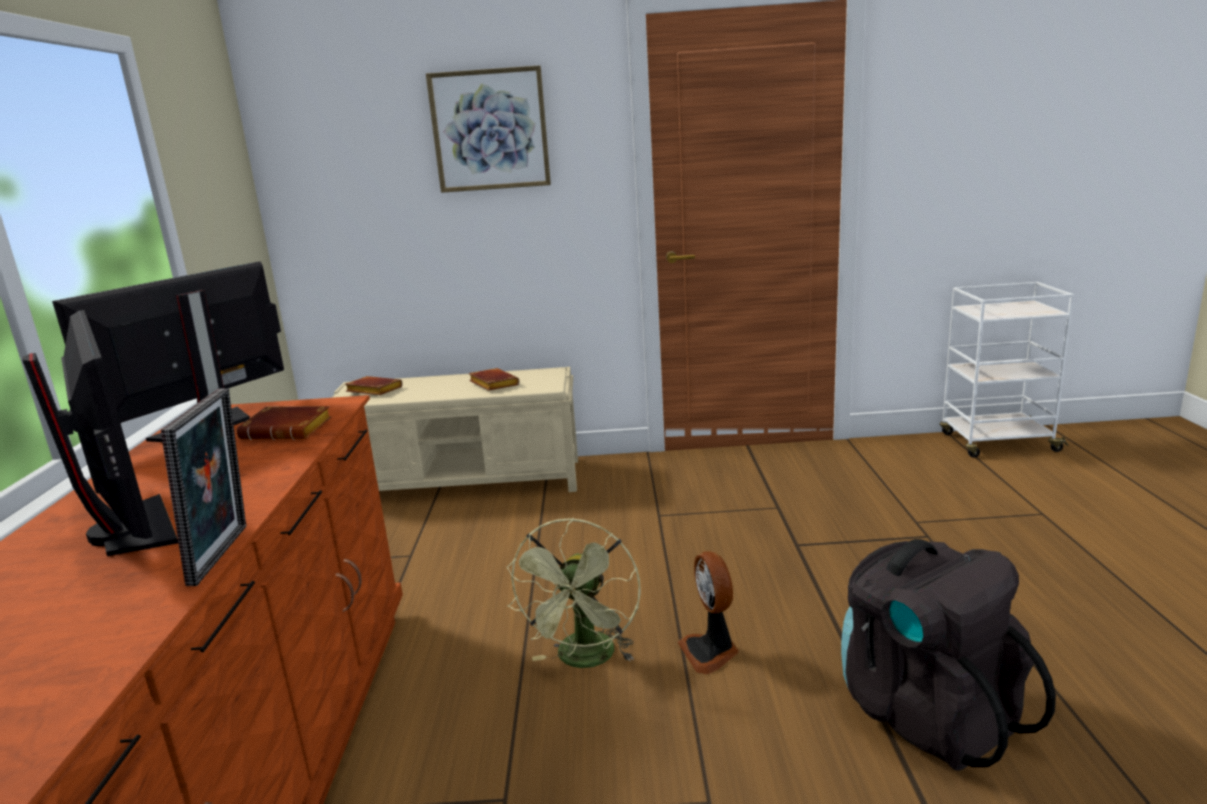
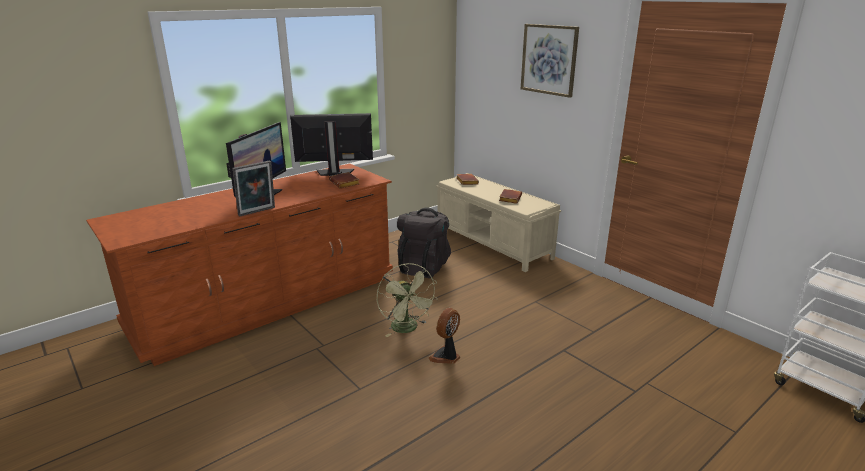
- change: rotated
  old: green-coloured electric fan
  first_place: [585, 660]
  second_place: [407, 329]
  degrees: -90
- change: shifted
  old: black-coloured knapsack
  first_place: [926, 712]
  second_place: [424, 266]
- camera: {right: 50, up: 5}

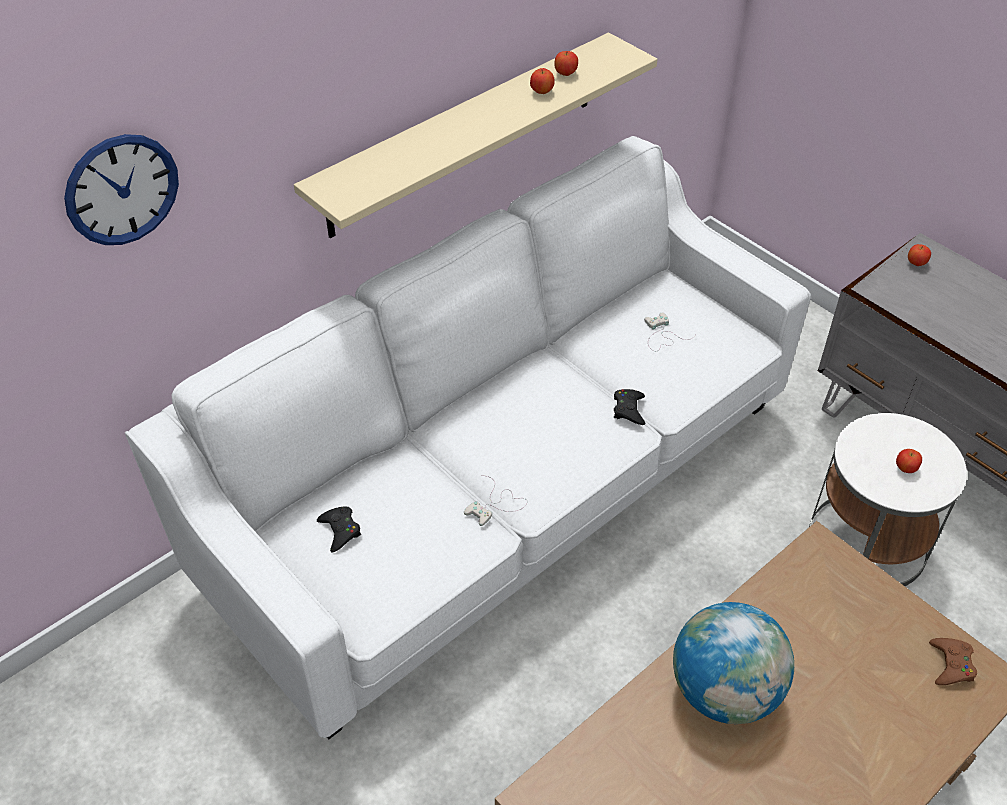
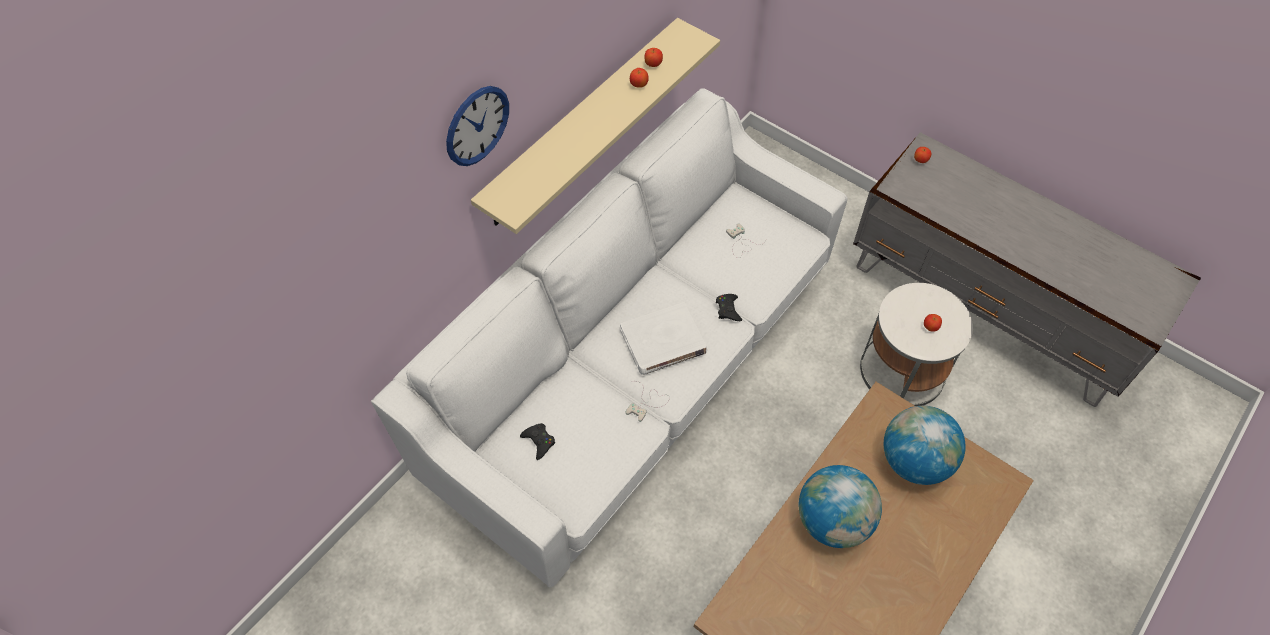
- change: shifted
  old: hanging clock
  first_place: [122, 190]
  second_place: [477, 125]
- change: gone
  old: brown-coloured game controller
  first_place: [951, 665]
- change: new
  new: white bound book
  second_place: [663, 342]
- change: new
  new: globe
  second_place: [914, 461]
- camera: {right: -10, up: 10}

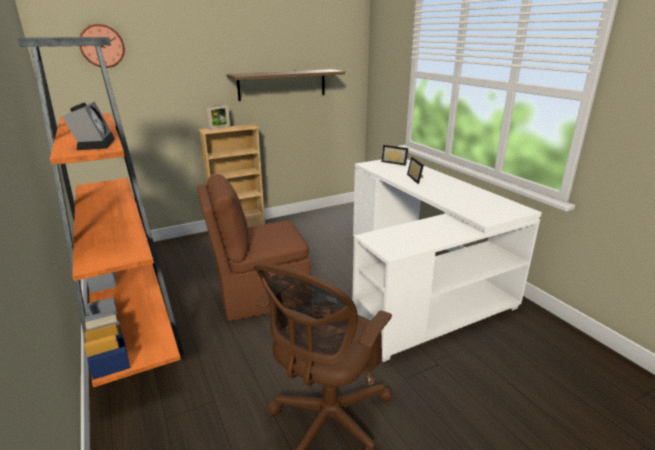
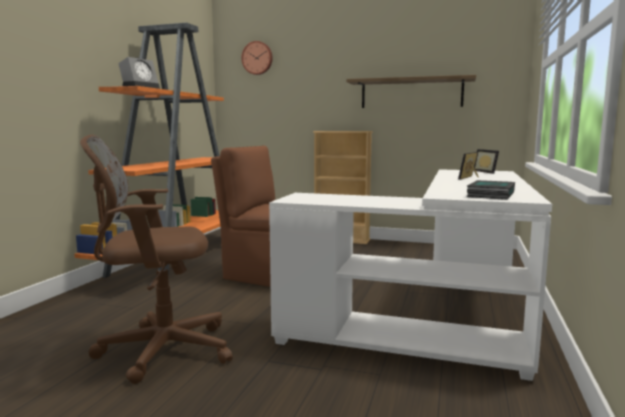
- change: gone
  old: picture frame
  first_place: [219, 128]
- change: new
  new: bound book
  second_place: [489, 194]
- camera: {right: 45, up: -15}

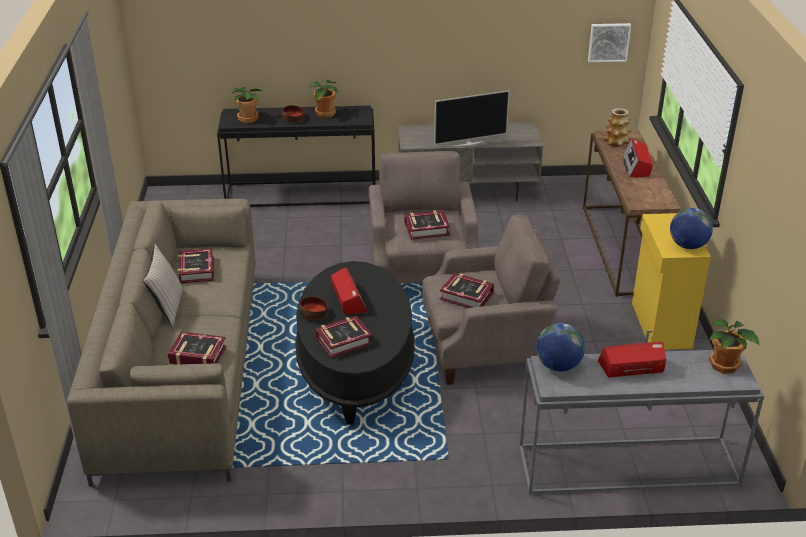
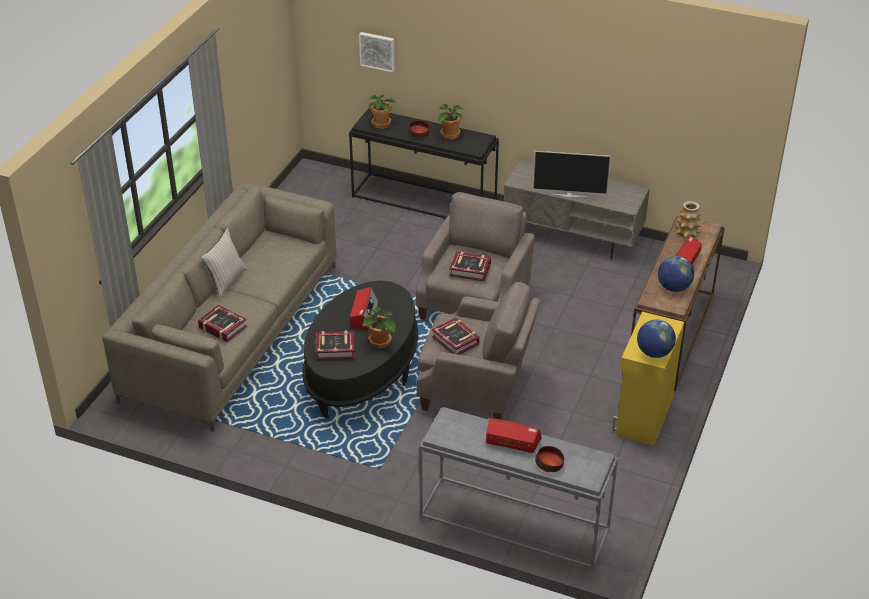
- change: gone
  old: bound book
  first_place: [196, 270]
- change: shifted
  old: bowl
  first_place: [314, 313]
  second_place: [549, 464]
- change: shifted
  old: globe
  first_place: [558, 365]
  second_place: [673, 287]
- change: shifted
  old: wall picture
  first_place: [608, 42]
  second_place: [377, 51]
- change: shifted
  old: plant in a pot
  first_place: [725, 365]
  second_place: [380, 342]
- camera: {right: 25, up: 5}

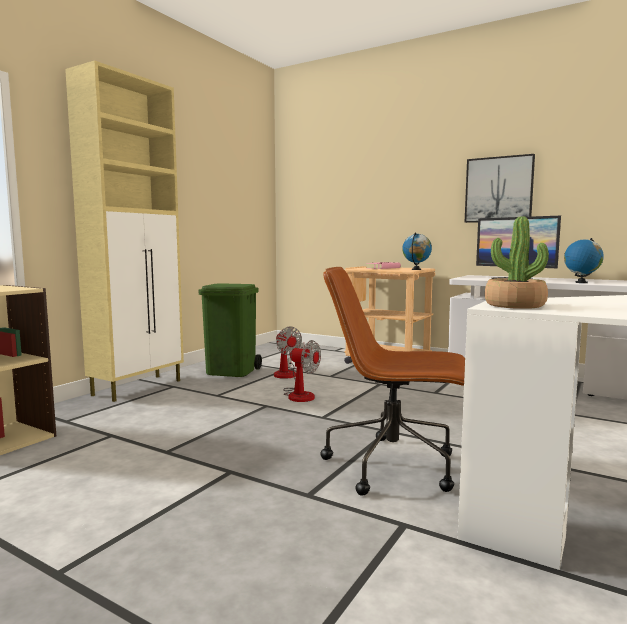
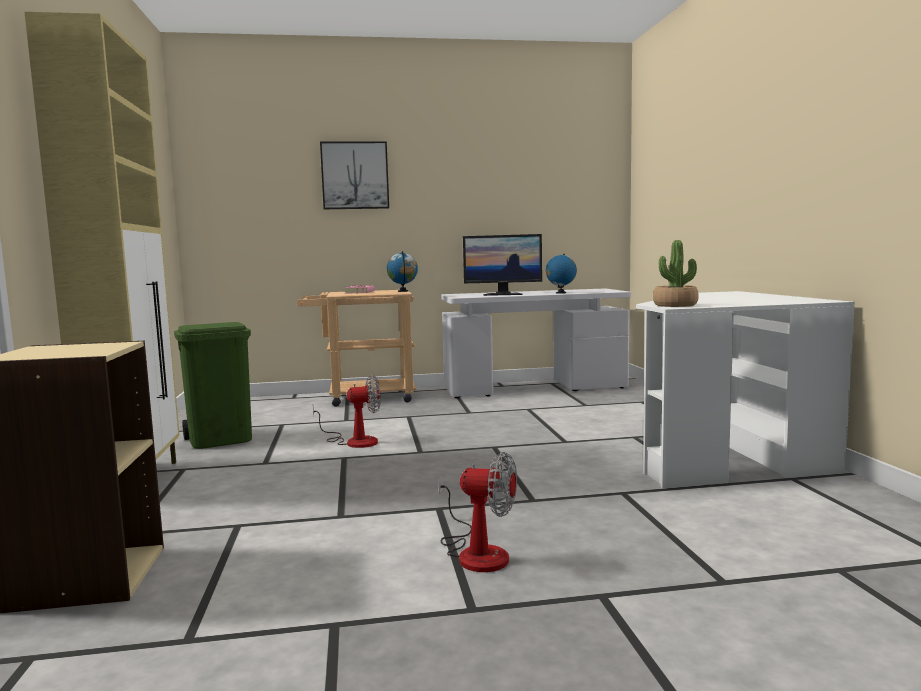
- change: shifted
  old: electric fan
  first_place: [288, 373]
  second_place: [476, 552]
- change: gone
  old: brown-coloured office chair
  first_place: [394, 466]
- change: shifted
  old: wall picture
  first_place: [498, 189]
  second_place: [355, 175]
- camera: {right: -40, up: 0}

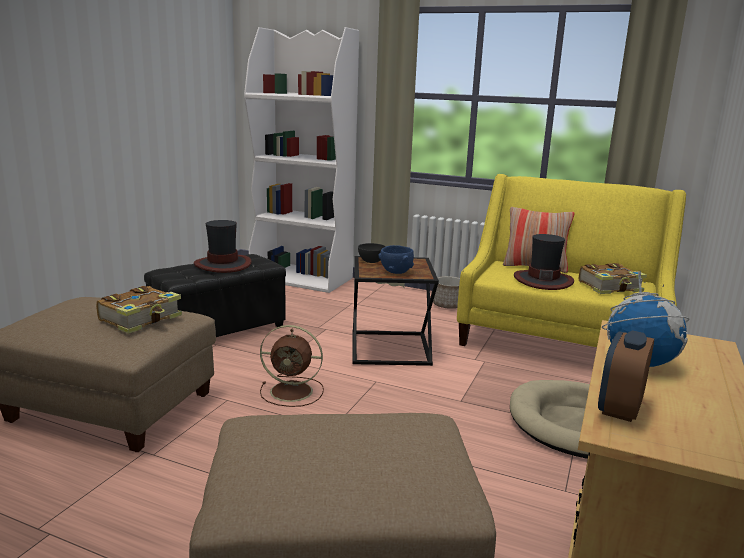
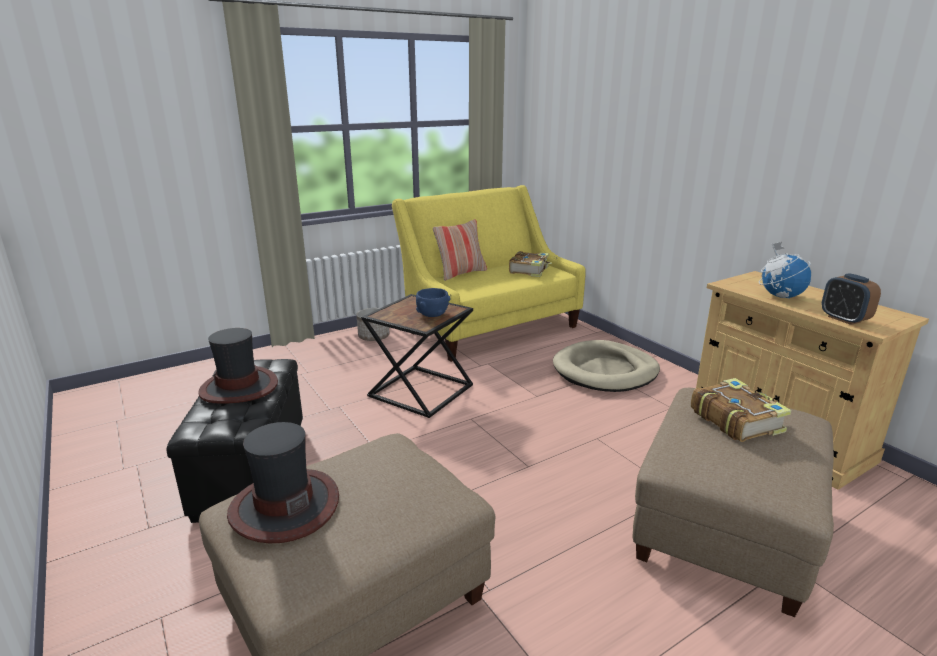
- change: shifted
  old: bound book
  first_place: [141, 319]
  second_place: [735, 420]
- change: gone
  old: white bookcase
  first_place: [302, 278]
- change: gone
  old: brown-coloured electric fan
  first_place: [293, 391]
- change: gone
  old: gray bowl
  first_place: [371, 261]
- change: shifted
  old: clothing hat
  first_place: [543, 280]
  second_place: [284, 506]
- camera: {right: -55, up: 5}

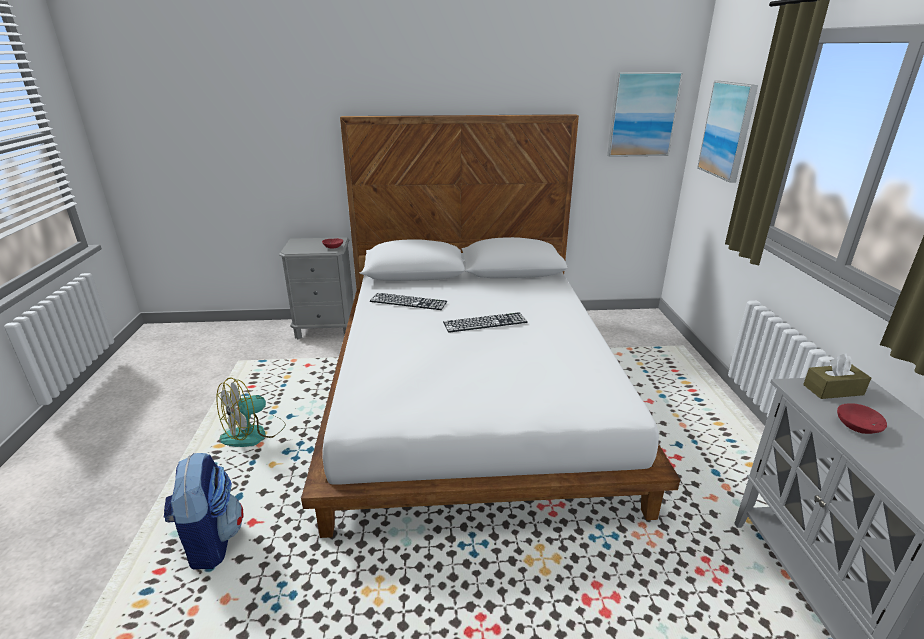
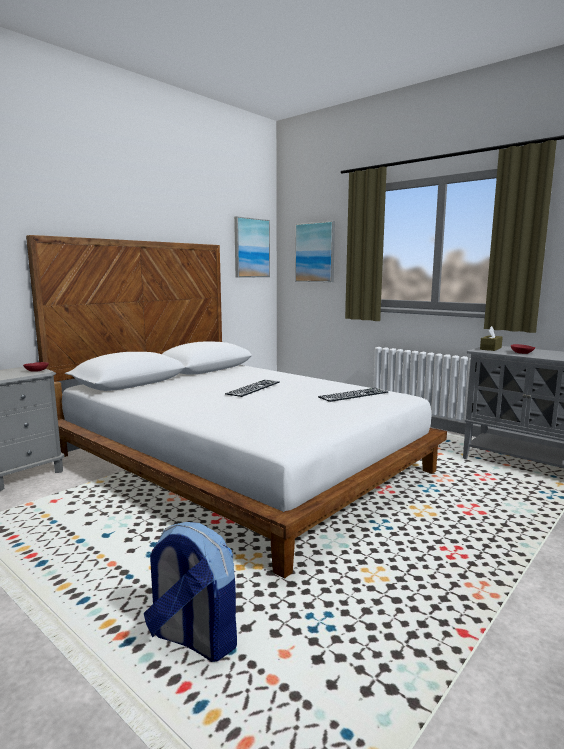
- change: gone
  old: electric fan
  first_place: [254, 433]
- change: shifted
  old: keyboard
  first_place: [408, 301]
  second_place: [353, 394]
- camera: {right: -45, up: -15}

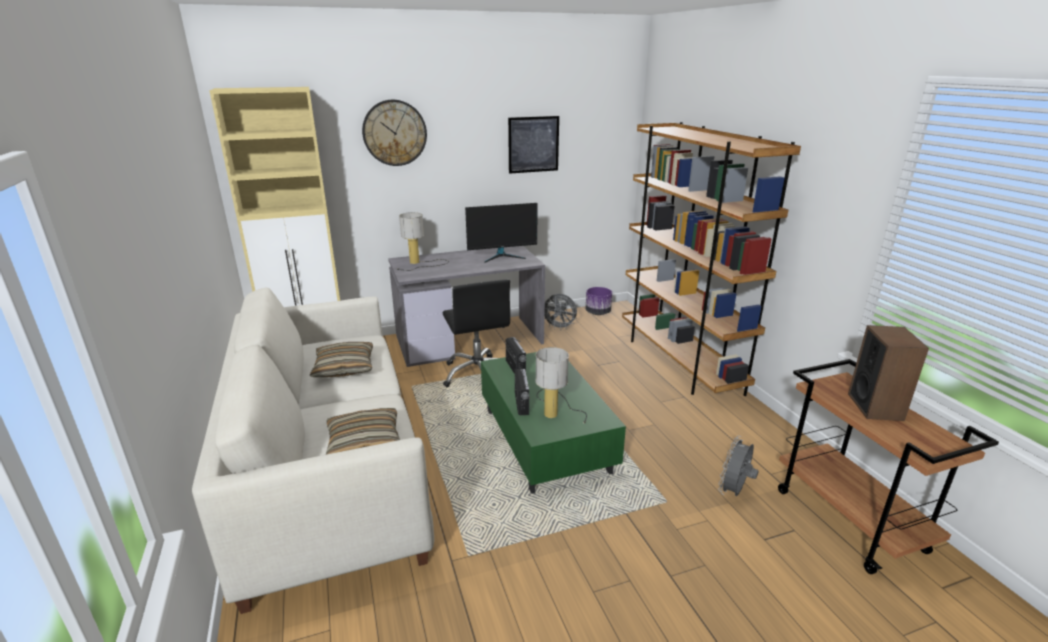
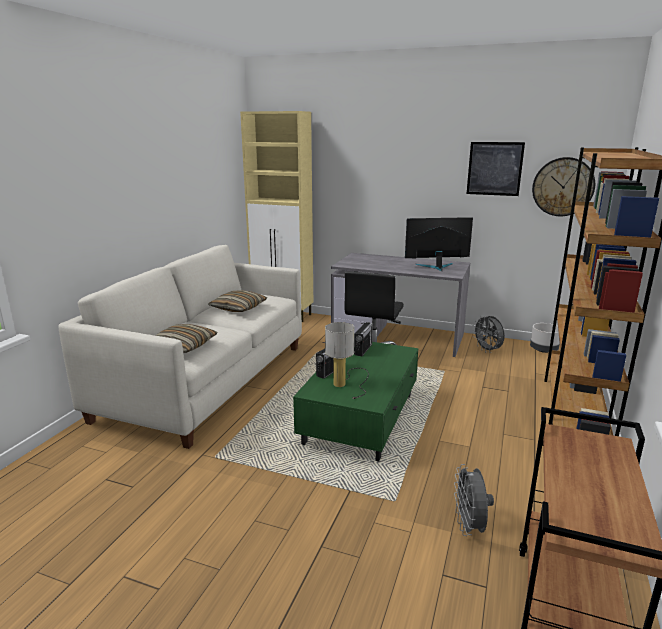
- change: shifted
  old: hanging clock
  first_place: [394, 133]
  second_place: [563, 187]
- change: gone
  old: table lamp
  first_place: [419, 263]
- change: rotated
  old: computer screen
  first_place: [502, 256]
  second_place: [436, 267]
  degrees: 150
- change: repainted
  old: purple-coloured planter
  new: gray planter
  first_place: [598, 313]
  second_place: [544, 350]
- change: rotated
  old: gray electric fan
  first_place: [734, 492]
  second_place: [469, 527]
  degrees: -75
- change: gone
  old: audio speaker
  first_place: [875, 406]
- camera: {right: 40, up: -5}

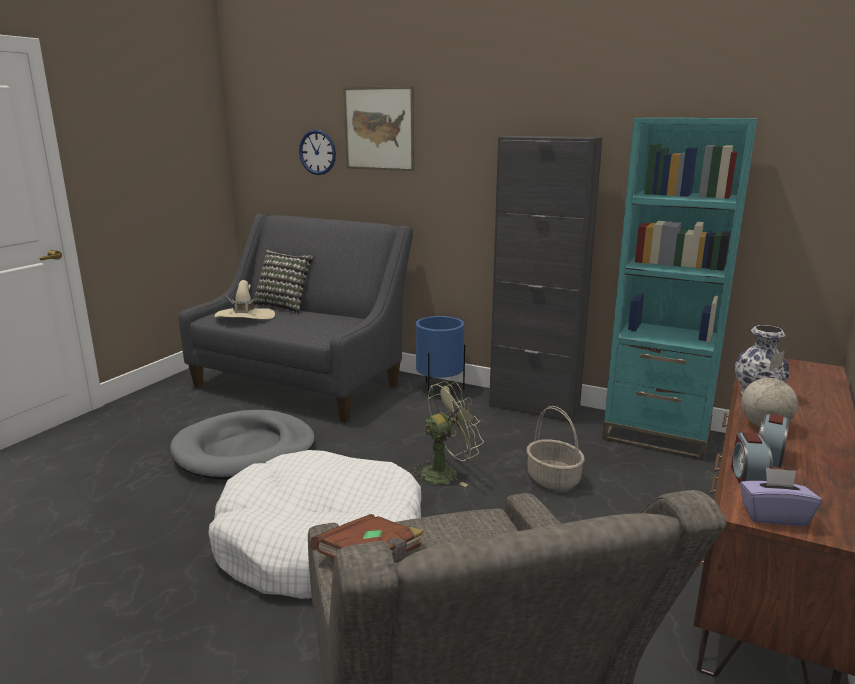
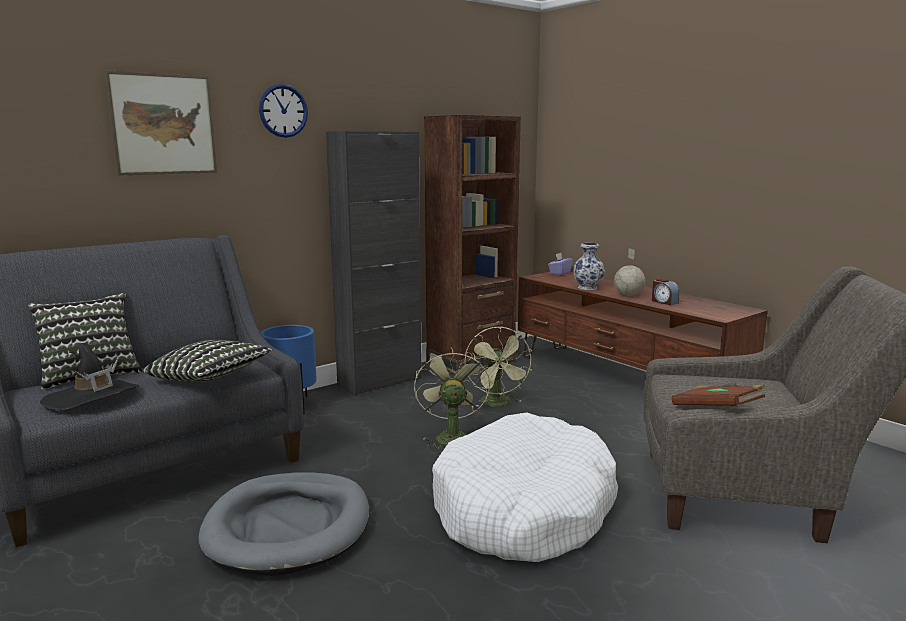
- change: repainted
  old: beige clothing hat
  new: black-coloured clothing hat
  first_place: [245, 317]
  second_place: [92, 398]
- change: shifted
  old: hanging clock
  first_place: [317, 152]
  second_place: [283, 111]
- change: swapped
  old: household basket
  new: green-coloured electric fan
  first_place: [554, 479]
  second_place: [498, 404]
- change: repainted
  old: turquoise bookcase
  new: brown-coloured bookcase
  first_place: [656, 436]
  second_place: [471, 362]
- change: gone
  old: alarm clock
  first_place: [747, 477]
- change: shifted
  old: purple-coloured tissue box
  first_place: [774, 516]
  second_place: [559, 273]
- change: new
  new: pillow
  second_place: [209, 379]
- camera: {right: -65, up: -5}

